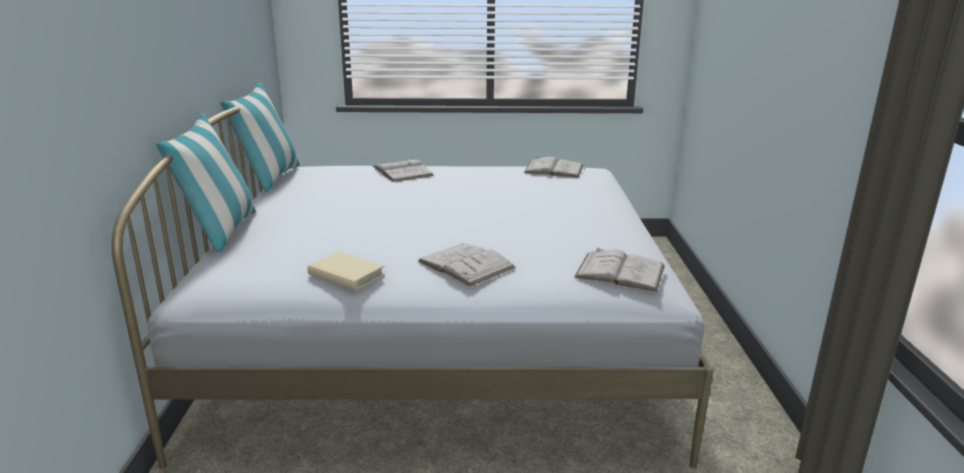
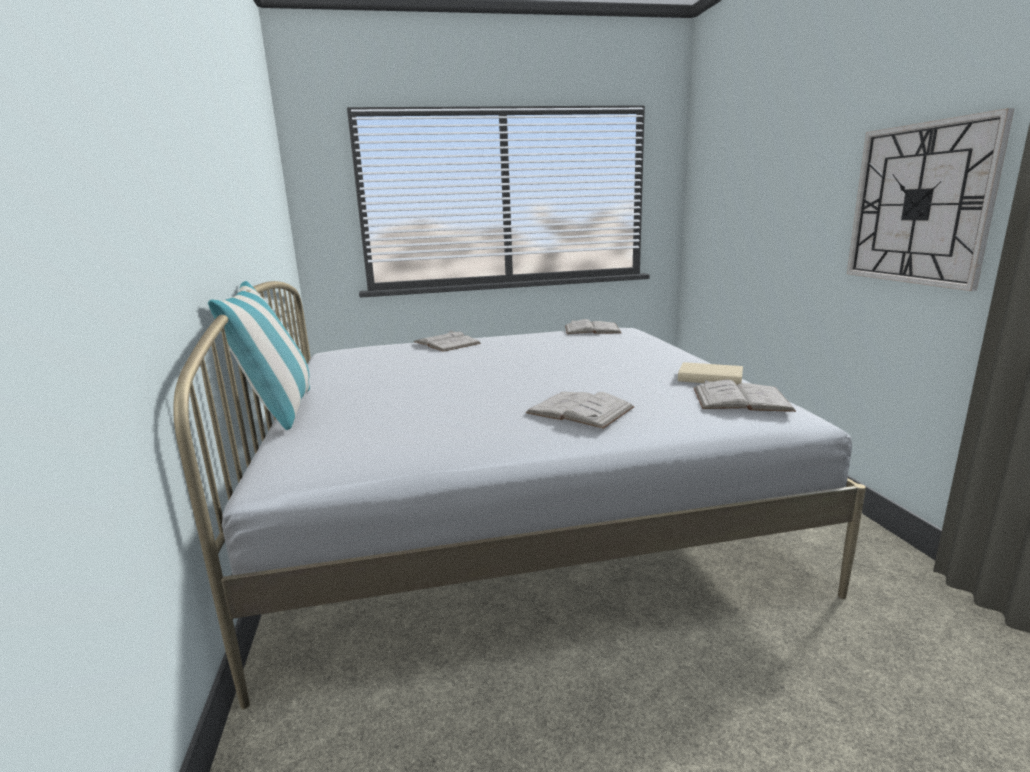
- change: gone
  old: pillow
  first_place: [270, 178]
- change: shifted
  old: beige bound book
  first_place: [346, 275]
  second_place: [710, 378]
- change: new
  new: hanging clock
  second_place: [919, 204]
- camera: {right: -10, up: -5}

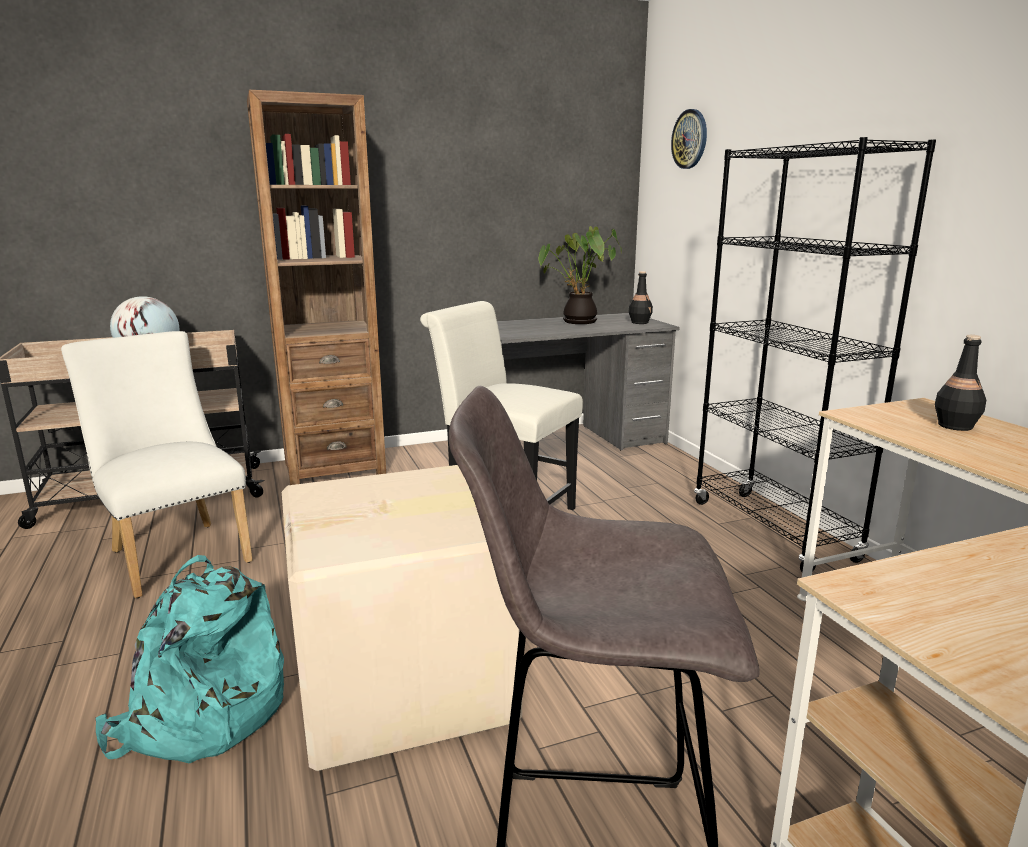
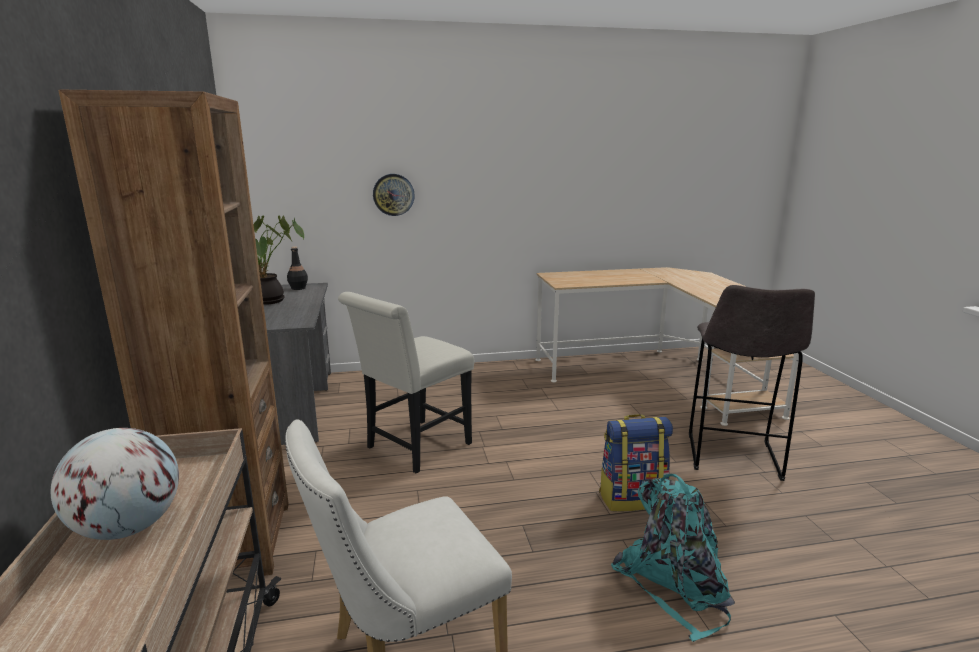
- change: swapped
  old: packing box
  new: knapsack
  first_place: [406, 684]
  second_place: [632, 498]
- change: shifted
  old: hanging clock
  first_place: [690, 139]
  second_place: [393, 194]
- change: gone
  old: black-coloured bookcase
  first_place: [772, 530]
- change: gone
  old: black-coloured drink bottle
  first_place: [955, 426]
- camera: {right: -80, up: 0}

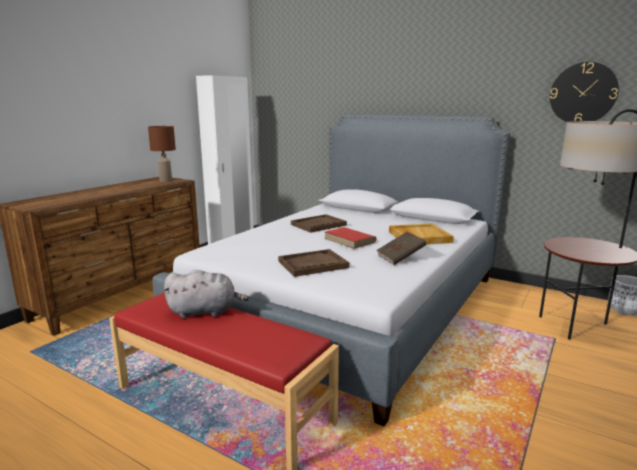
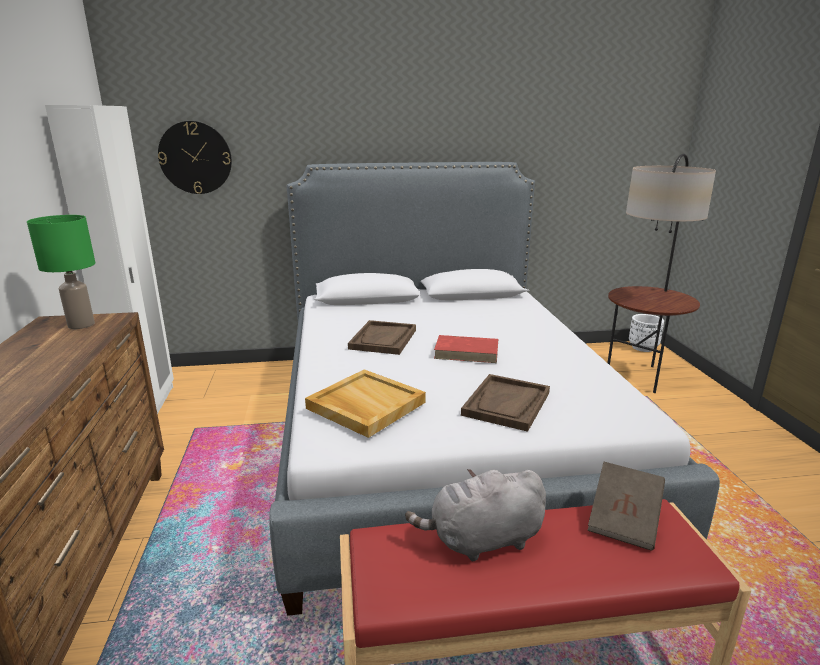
- change: repainted
  old: brown-coloured table lamp
  new: green-coloured table lamp
  first_place: [165, 180]
  second_place: [80, 325]
- change: rotated
  old: gray plush toy
  first_place: [205, 312]
  second_place: [482, 540]
  degrees: -150
- change: shifted
  old: brown-coloured bound book
  first_place: [400, 258]
  second_place: [624, 520]
- change: shifted
  old: beige tray
  first_place: [419, 237]
  second_place: [365, 405]
- change: shifted
  old: hanging clock
  first_place: [583, 93]
  second_place: [195, 158]
- camera: {right: -40, up: 5}

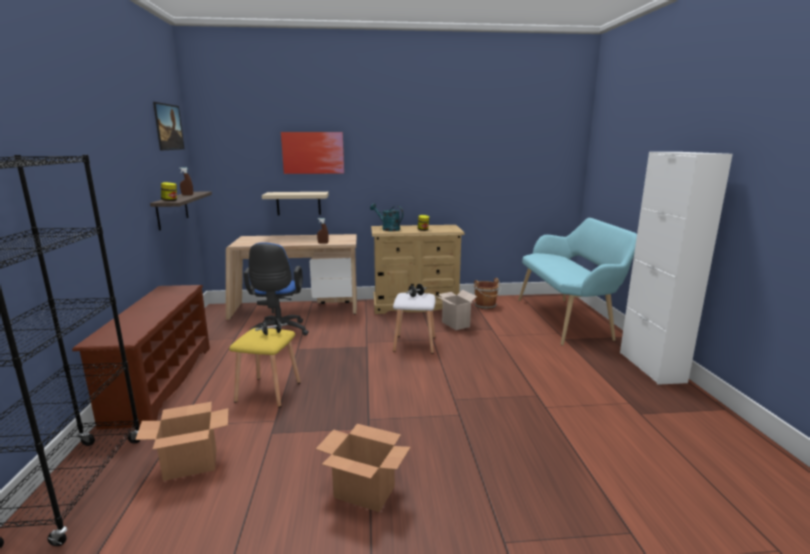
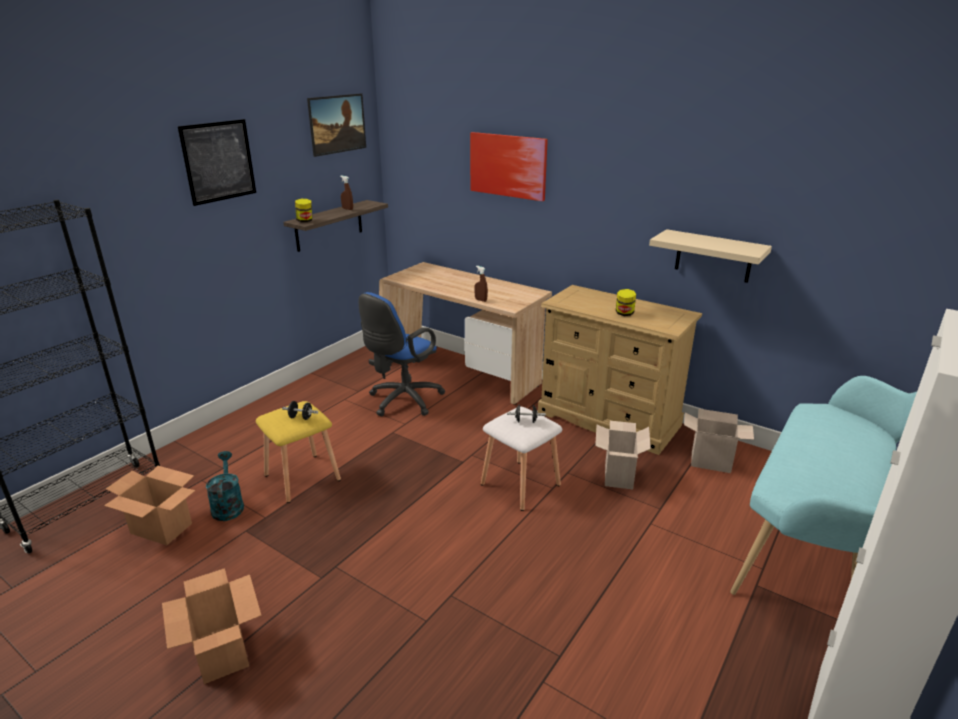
- change: gone
  old: brown-coloured shoe stand
  first_place: [160, 382]
- change: shifted
  old: beige wall shelf
  first_place: [298, 203]
  second_place: [713, 256]
- change: shifted
  old: turquoise watering pot
  first_place: [388, 229]
  second_place: [228, 505]
- change: swapped
  old: brown-coloured pail
  new: packing box
  first_place: [486, 306]
  second_place: [712, 461]
- change: new
  new: wall picture
  second_place: [218, 161]
- camera: {right: 40, up: 10}

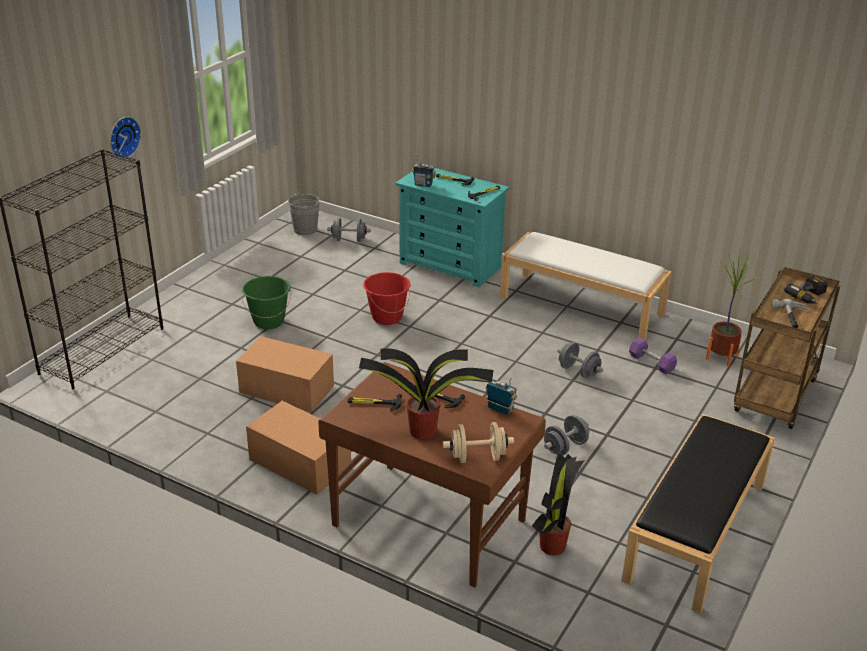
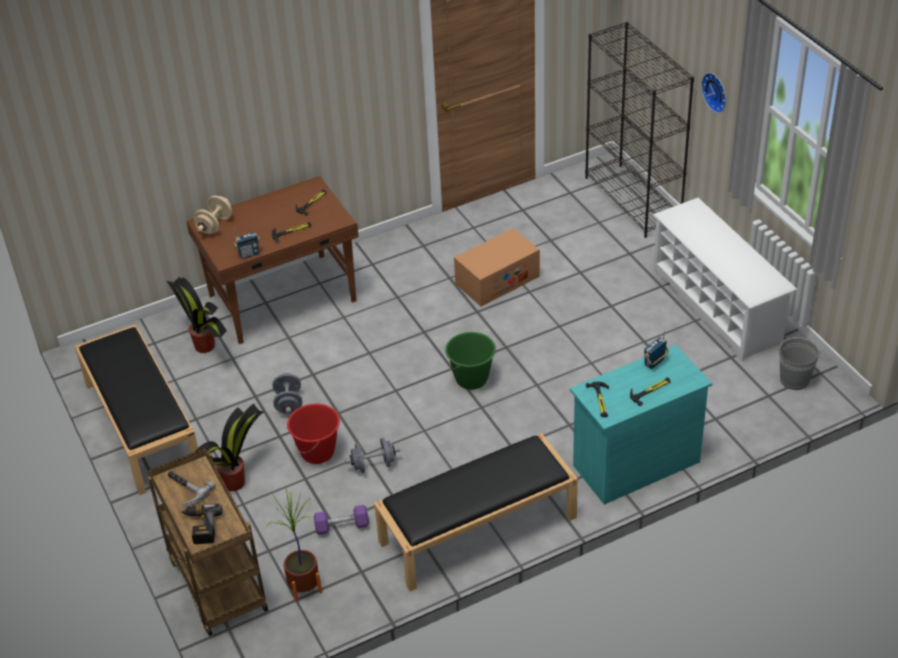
- change: shifted
  old: green-coloured pail
  first_place: [269, 321]
  second_place: [472, 379]
- change: gone
  old: packing box
  first_place: [300, 463]
- change: gone
  old: gray free weight
  first_place: [349, 240]
- change: shifted
  old: plant in a pot
  first_place: [424, 431]
  second_place: [232, 483]
- change: shifted
  old: red-coloured pail
  first_place: [387, 317]
  second_place: [318, 452]
- change: repainted
  old: white long seat
  new: black-coloured long seat
  first_place: [582, 305]
  second_place: [477, 530]
- change: new
  new: white shoe stand
  second_place: [717, 306]
- camera: {right: 125, up: 10}

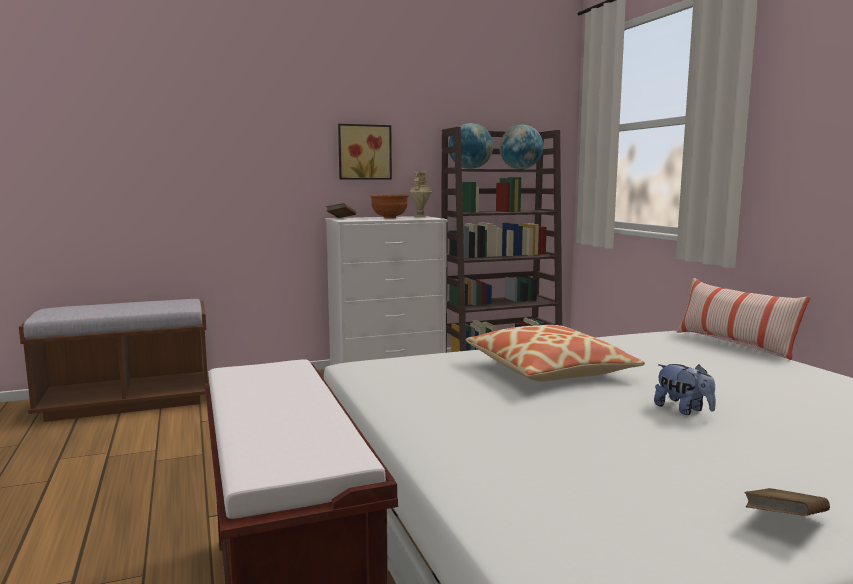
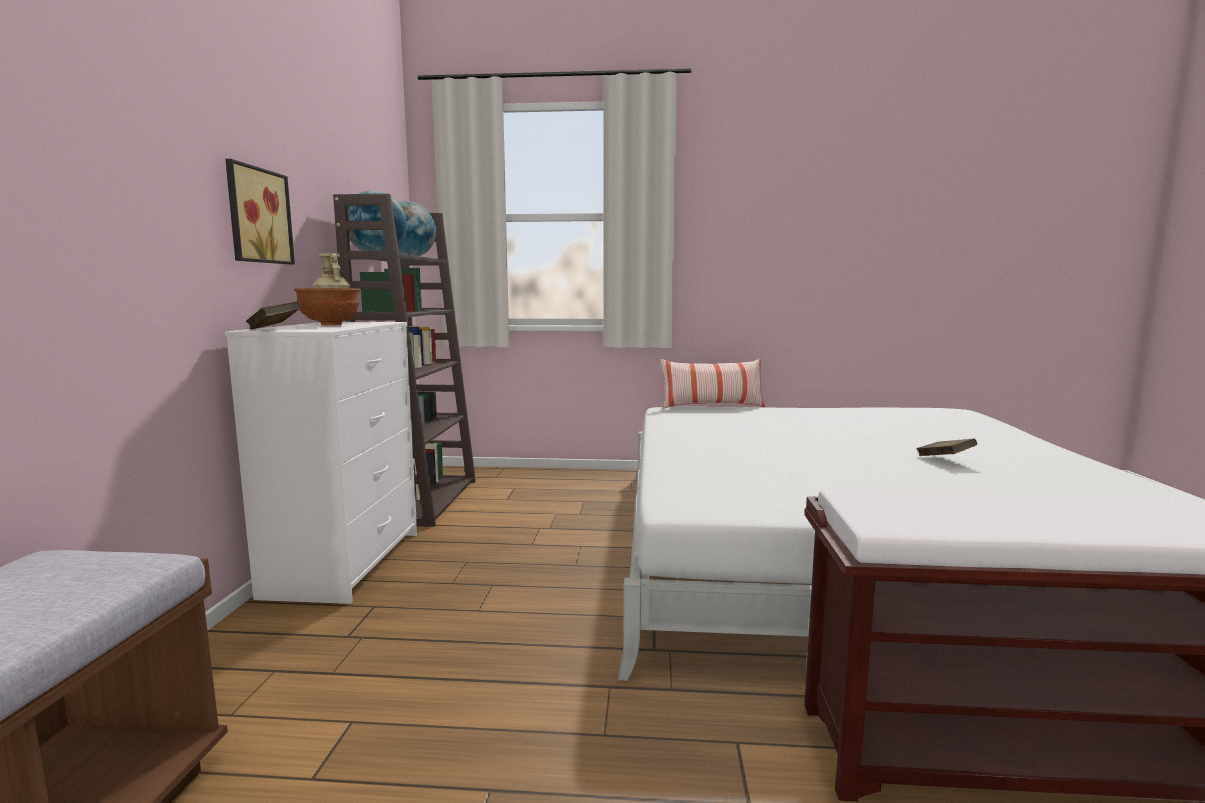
- change: gone
  old: pillow
  first_place: [548, 370]
- change: gone
  old: plush toy
  first_place: [683, 410]
- change: shifted
  old: brown-coloured bound book
  first_place: [784, 522]
  second_place: [944, 459]
- camera: {right: -65, up: 0}

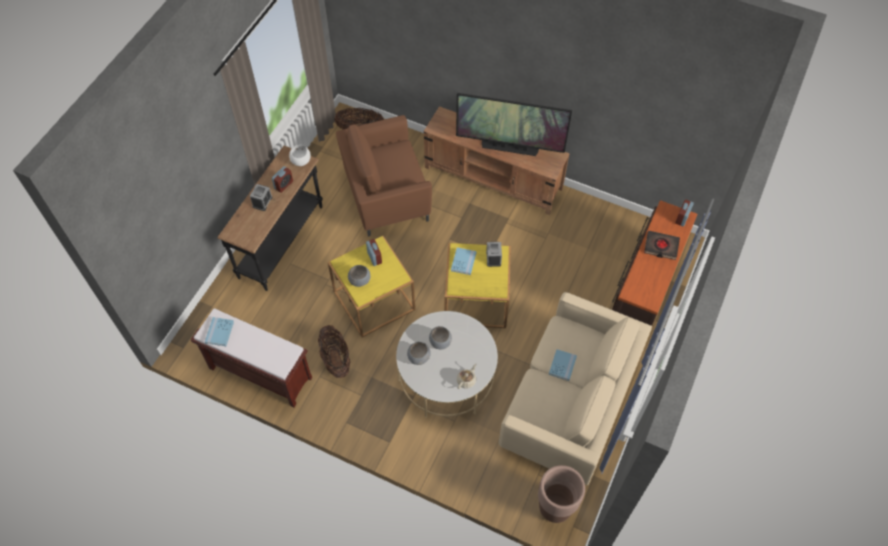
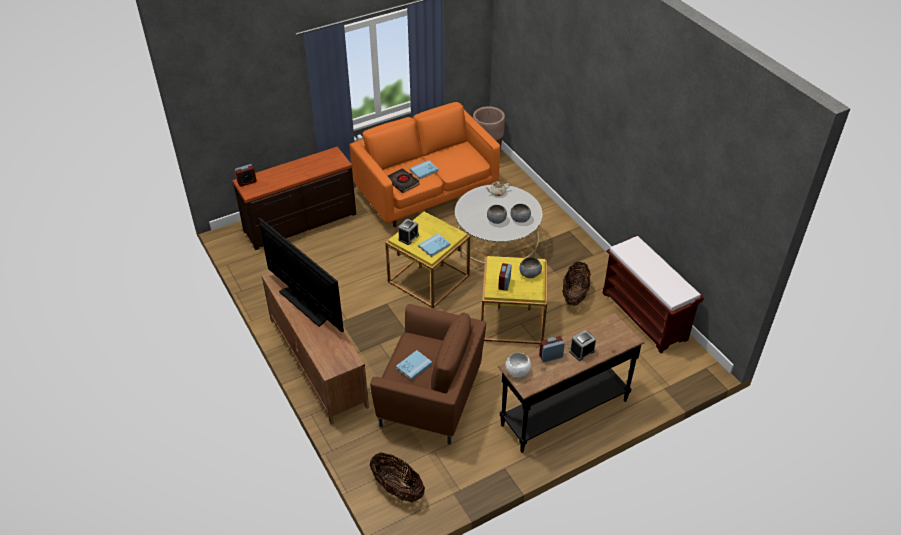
- change: shifted
  old: blue bound book
  first_place: [219, 332]
  second_place: [414, 366]
- change: repainted
  old: beige sofa
  new: orangey sofa
  first_place: [568, 404]
  second_place: [427, 193]
- change: shifted
  old: black-coloured bound book
  first_place: [661, 247]
  second_place: [403, 182]
- camera: {right: -145, up: -15}

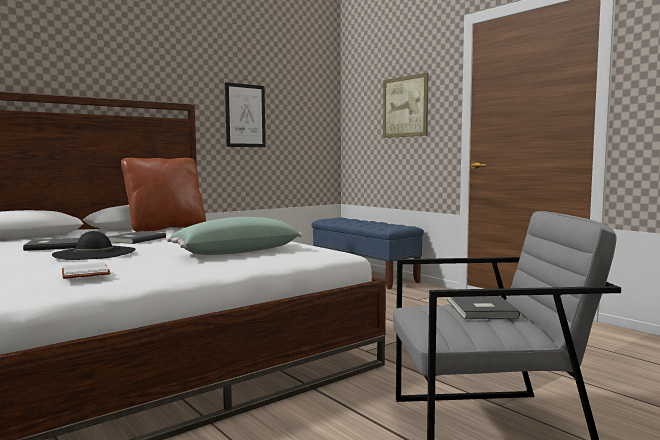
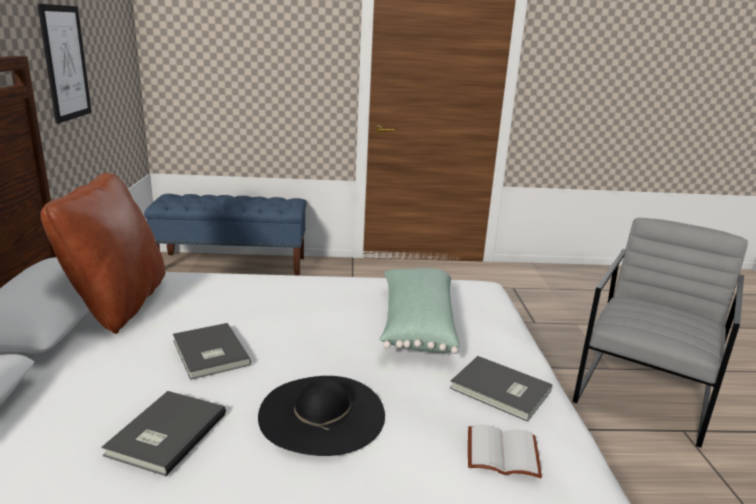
- change: gone
  old: wall picture
  first_place: [405, 106]
- change: shifted
  old: gray bound book
  first_place: [479, 309]
  second_place: [500, 391]
- camera: {right: -55, up: 15}

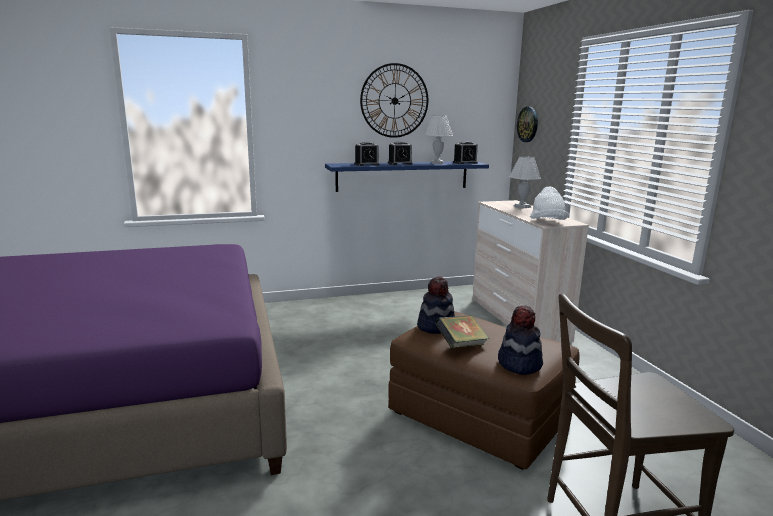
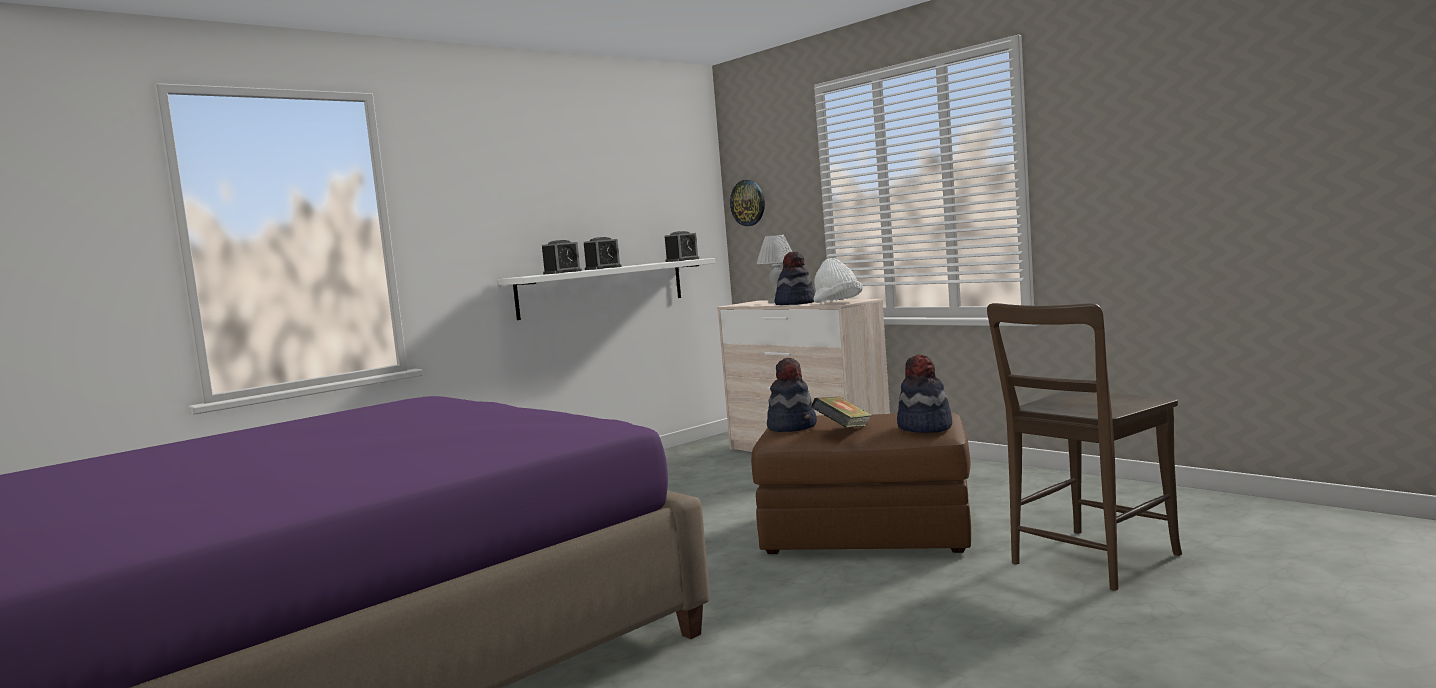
- change: repainted
  old: blue wall shelf
  new: white wall shelf
  first_place: [403, 176]
  second_place: [602, 288]
- change: gone
  old: hanging clock
  first_place: [394, 101]
- change: gone
  old: white table lamp
  first_place: [437, 163]
- change: new
  new: clothing hat
  second_place: [795, 303]
- camera: {right: -25, up: -10}

